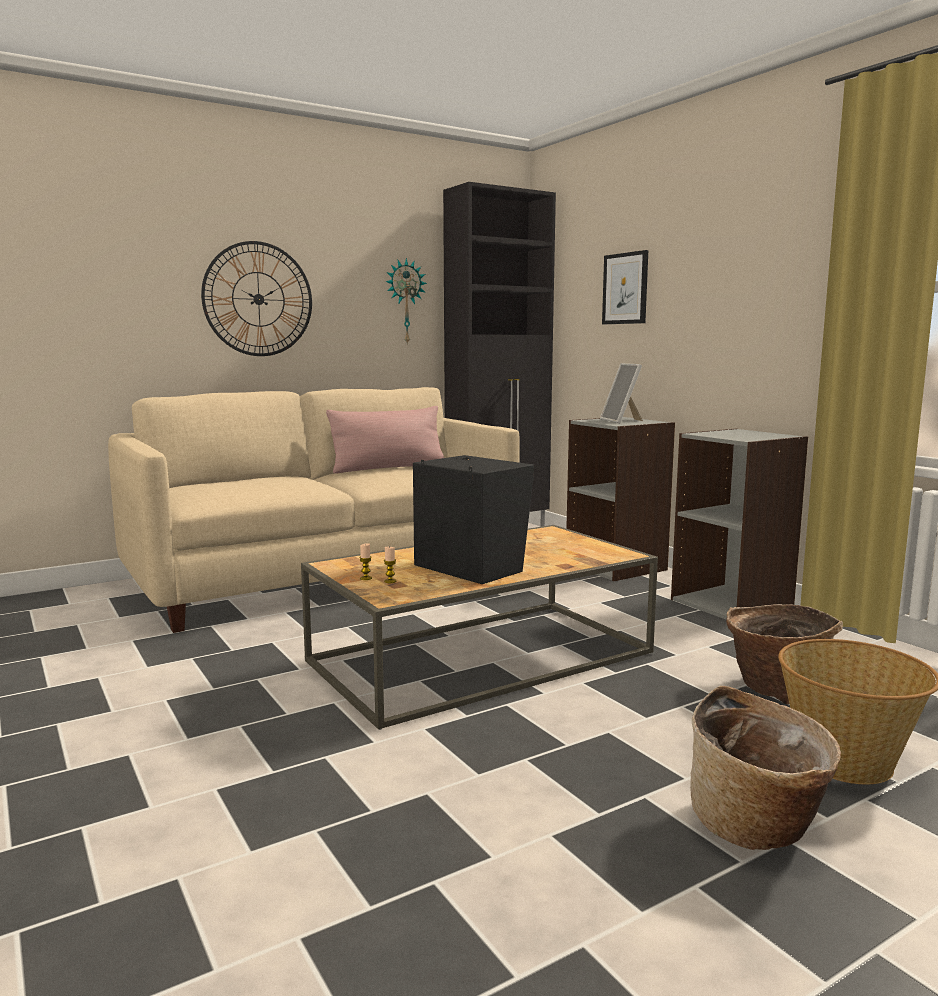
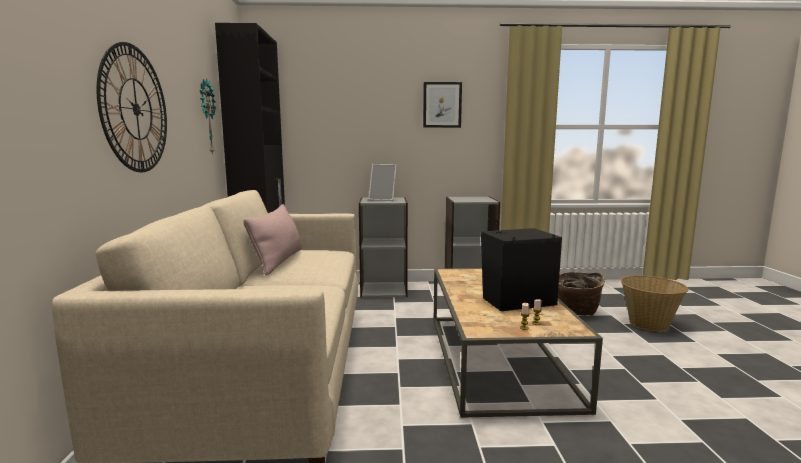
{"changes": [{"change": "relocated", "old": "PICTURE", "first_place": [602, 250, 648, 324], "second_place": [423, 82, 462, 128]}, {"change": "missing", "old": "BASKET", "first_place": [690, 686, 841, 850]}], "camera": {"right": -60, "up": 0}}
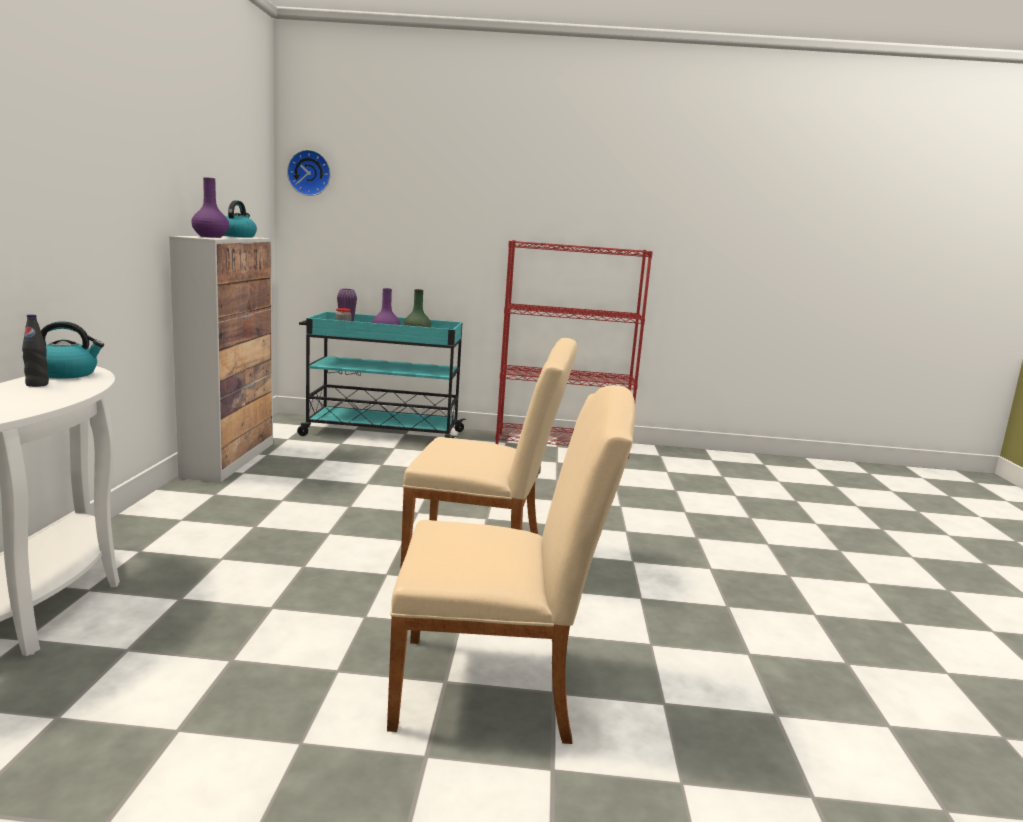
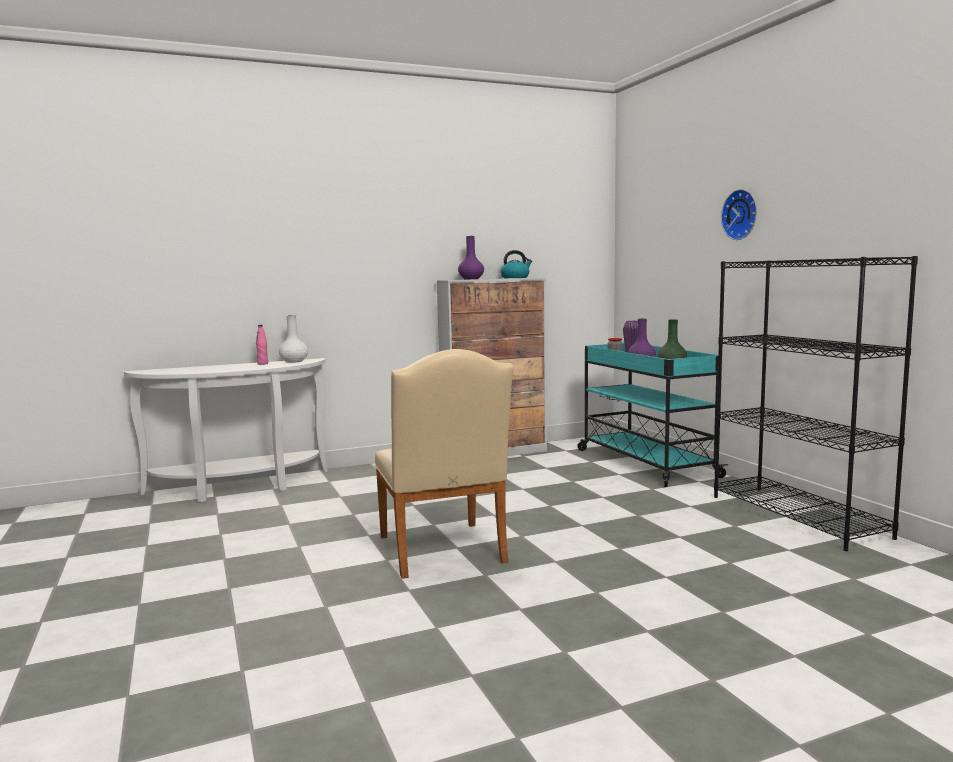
{"changes": [{"change": "relocated", "old": "WALL CLOCK", "first_place": [287, 150, 331, 196], "second_place": [721, 189, 757, 240]}, {"change": "colour", "old": "RED-COLOURED SHELVING UNIT", "new": "BLACK-COLOURED SHELVING UNIT", "first_place": [495, 240, 653, 458], "second_place": [714, 256, 918, 551]}, {"change": "colour", "old": "BLACK-COLOURED DRINK BOTTLE", "new": "PINK DRINK BOTTLE", "first_place": [22, 314, 49, 387], "second_place": [256, 325, 268, 365]}, {"change": "exchanged", "old": "KETTLE", "new": "WHITISH VASE", "first_place": [41, 321, 104, 379], "second_place": [279, 315, 308, 363]}, {"change": "missing", "old": "BEIGE UPRIGHT CHAIR", "first_place": [387, 385, 635, 744]}], "camera": {"right": 65, "up": -5}}
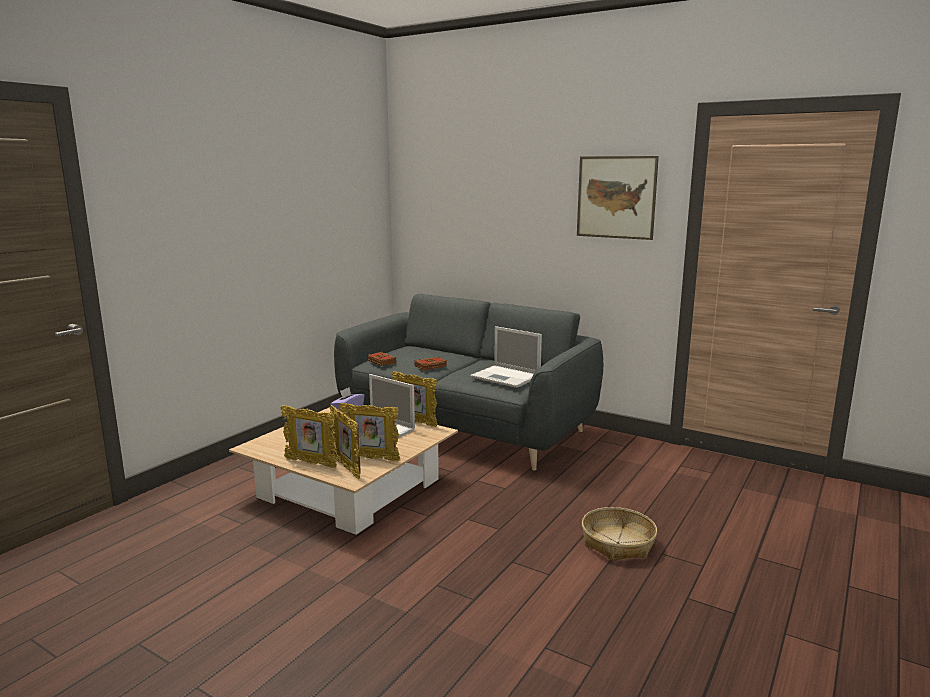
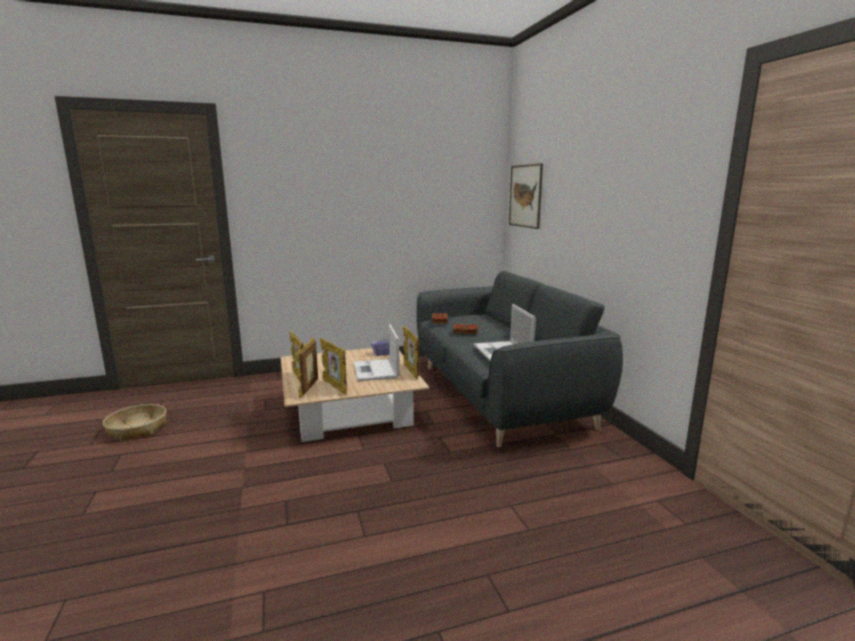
{"changes": [{"change": "relocated", "old": "PICTURE", "first_place": [577, 156, 659, 240], "second_place": [509, 163, 543, 229]}, {"change": "relocated", "old": "BASKET", "first_place": [582, 507, 657, 561], "second_place": [103, 404, 166, 442]}], "camera": {"right": 40, "up": 0}}
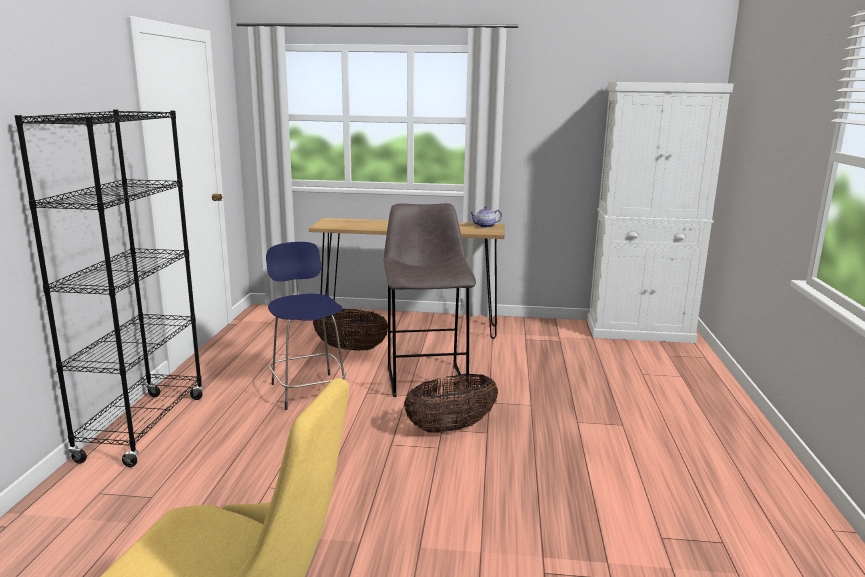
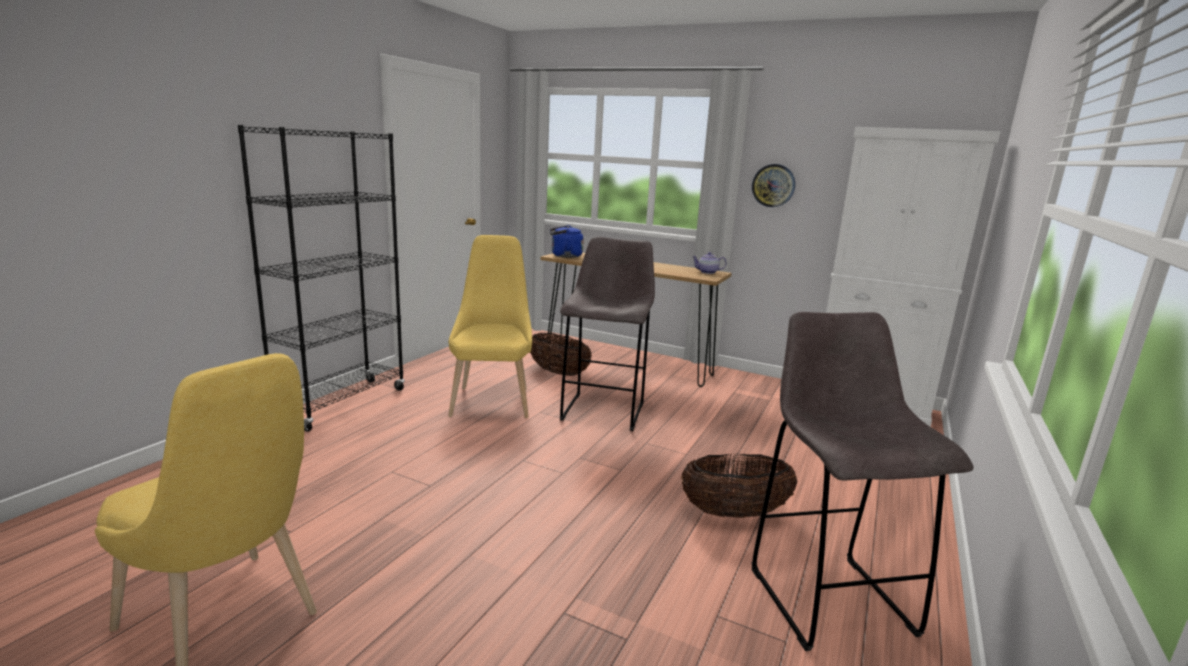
{"changes": [{"change": "exchanged", "old": "BLUISH SITTING STOOL", "new": "YELLOW-COLOURED UPRIGHT CHAIR", "first_place": [266, 242, 346, 410], "second_place": [448, 235, 532, 418]}, {"change": "relocated", "old": "BASKET", "first_place": [404, 374, 498, 433], "second_place": [681, 453, 797, 518]}, {"change": "appeared", "new": "WALL CLOCK", "second_place": [752, 164, 795, 207]}, {"change": "appeared", "new": "BLUISH KETTLE", "second_place": [550, 225, 584, 258]}, {"change": "appeared", "new": "GREYISH SITTING STOOL", "second_place": [752, 312, 974, 651]}], "camera": {"right": 20, "up": 0}}
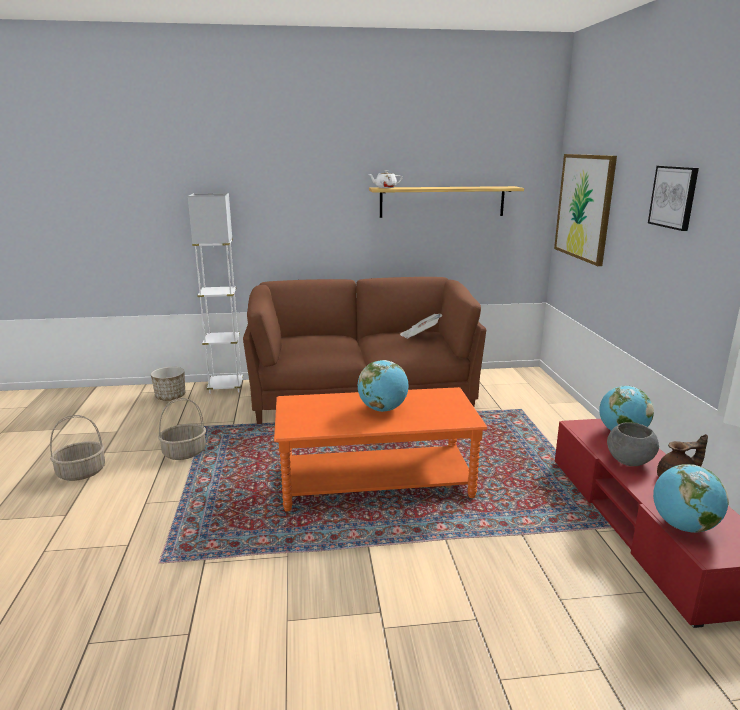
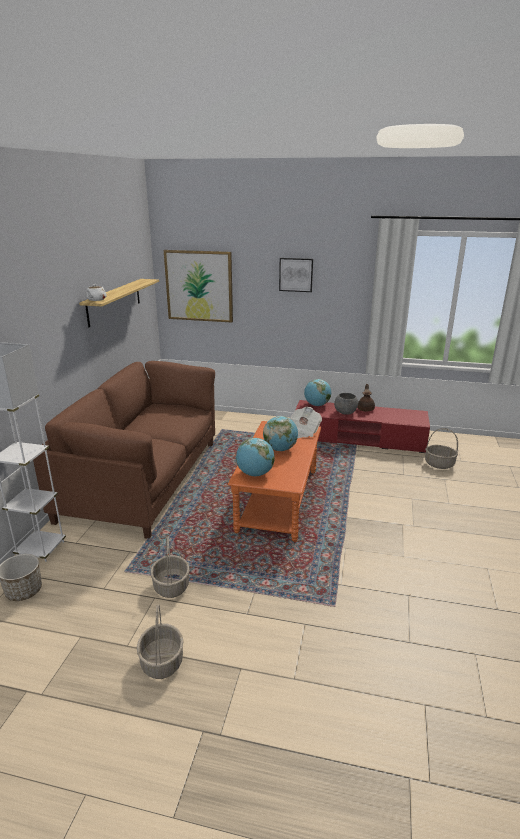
{"changes": [{"change": "relocated", "old": "NEWSPAPER", "first_place": [400, 314, 442, 339], "second_place": [289, 407, 322, 438]}, {"change": "relocated", "old": "GLOBE", "first_place": [653, 464, 729, 533], "second_place": [236, 438, 275, 476]}, {"change": "appeared", "new": "BASKET", "second_place": [425, 428, 458, 469]}], "camera": {"right": -70, "up": 5}}
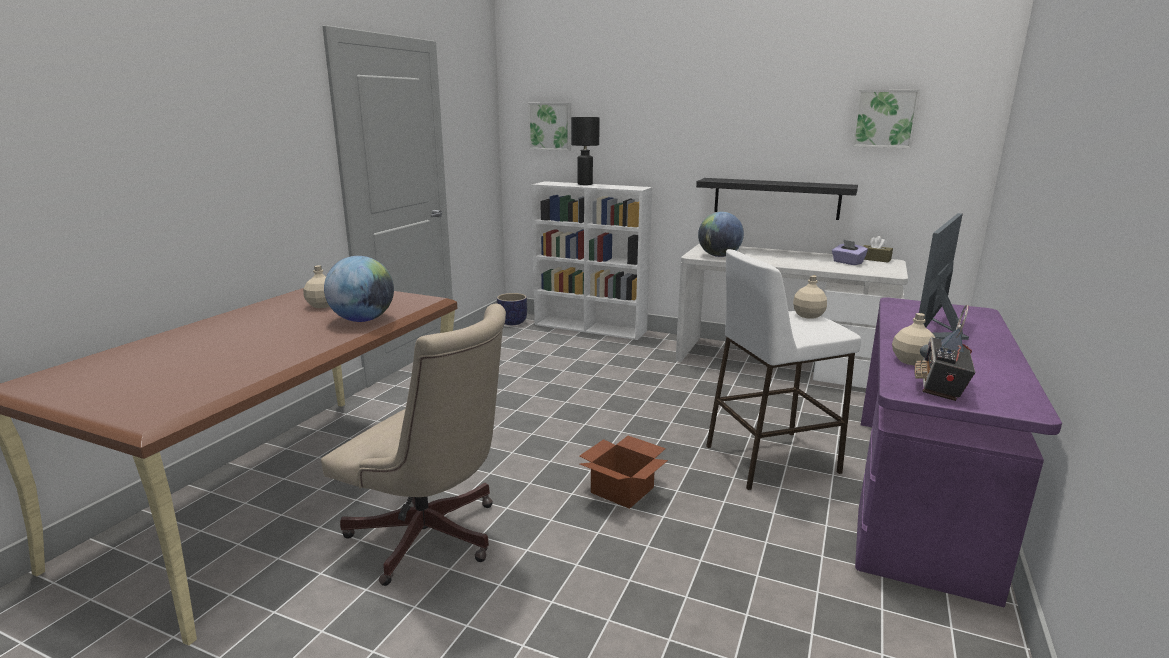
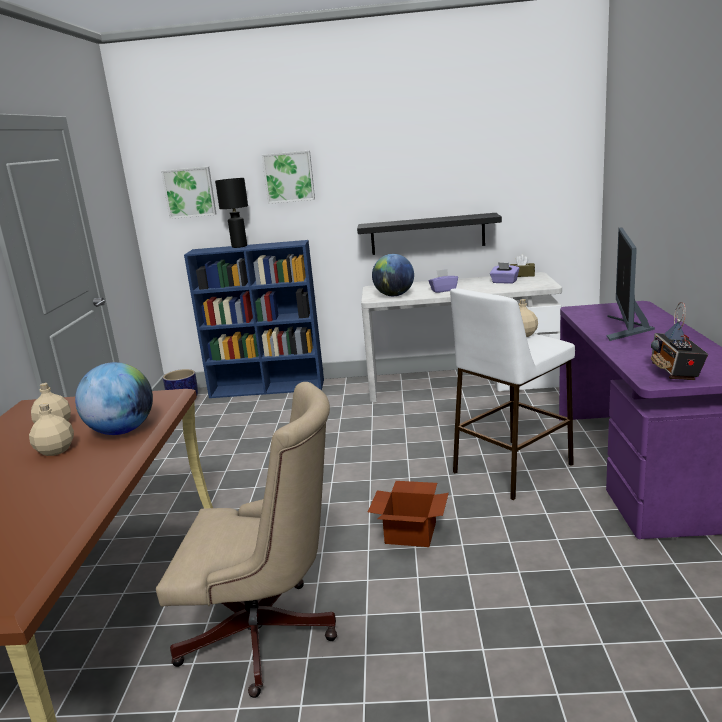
{"changes": [{"change": "relocated", "old": "PICTURE", "first_place": [852, 89, 920, 148], "second_place": [262, 150, 315, 204]}, {"change": "colour", "old": "WHITISH SHELVING UNIT", "new": "BLUISH SHELVING UNIT", "first_place": [532, 181, 652, 340], "second_place": [184, 240, 324, 398]}, {"change": "relocated", "old": "BEIGE DRINK BOTTLE", "first_place": [892, 313, 935, 366], "second_place": [29, 403, 74, 456]}, {"change": "appeared", "new": "PURPLE-COLOURED TISSUE HOLDER", "second_place": [428, 269, 458, 293]}], "camera": {"right": -20, "up": 0}}
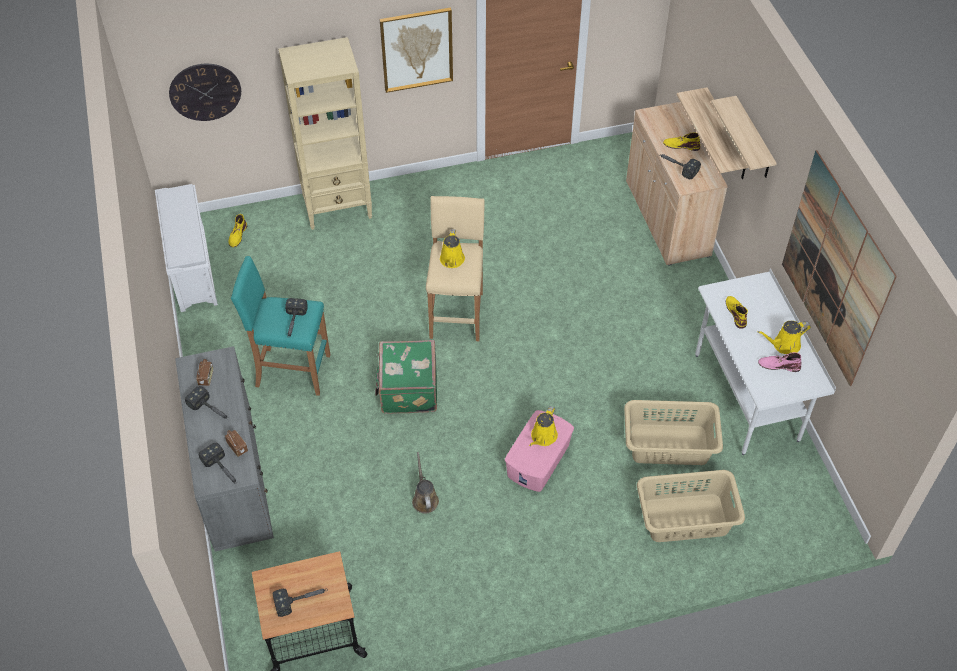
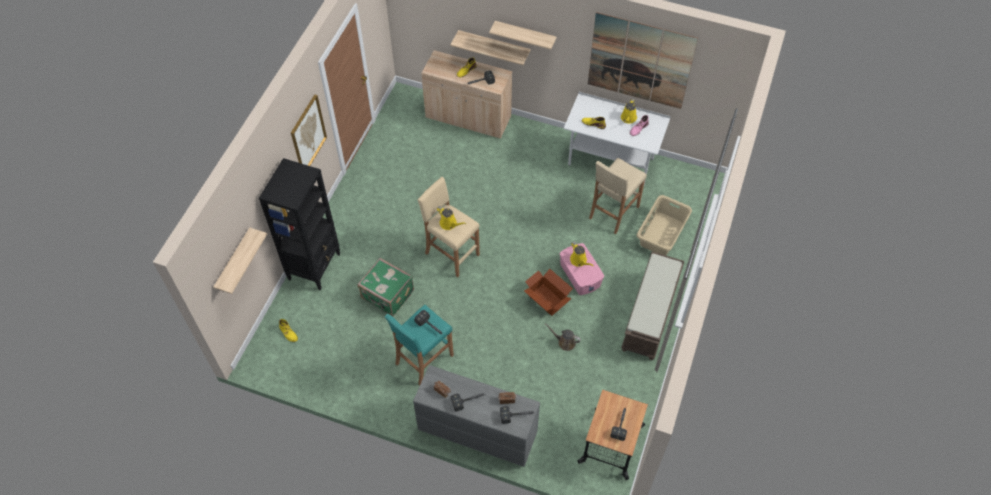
{"changes": [{"change": "colour", "old": "BEIGE SHELVING UNIT", "new": "BLACK-COLOURED SHELVING UNIT", "first_place": [278, 37, 372, 230], "second_place": [259, 158, 340, 291]}, {"change": "exchanged", "old": "WALL CLOCK", "new": "SHELF", "first_place": [169, 64, 241, 121], "second_place": [213, 227, 267, 294]}, {"change": "missing", "old": "WHITISH SHOE SHELF", "first_place": [155, 184, 218, 312]}, {"change": "relocated", "old": "GREEN TRAVEL CASE", "first_place": [375, 340, 437, 414], "second_place": [358, 258, 414, 316]}, {"change": "exchanged", "old": "BEIGE HAMPER", "new": "BEIGE SITTING STOOL", "first_place": [624, 400, 723, 465], "second_place": [589, 158, 647, 234]}, {"change": "appeared", "new": "BROWN-COLOURED BENCH", "second_place": [621, 252, 684, 360]}, {"change": "appeared", "new": "CARTON", "second_place": [524, 269, 573, 316]}], "camera": {"right": -55, "up": 5}}
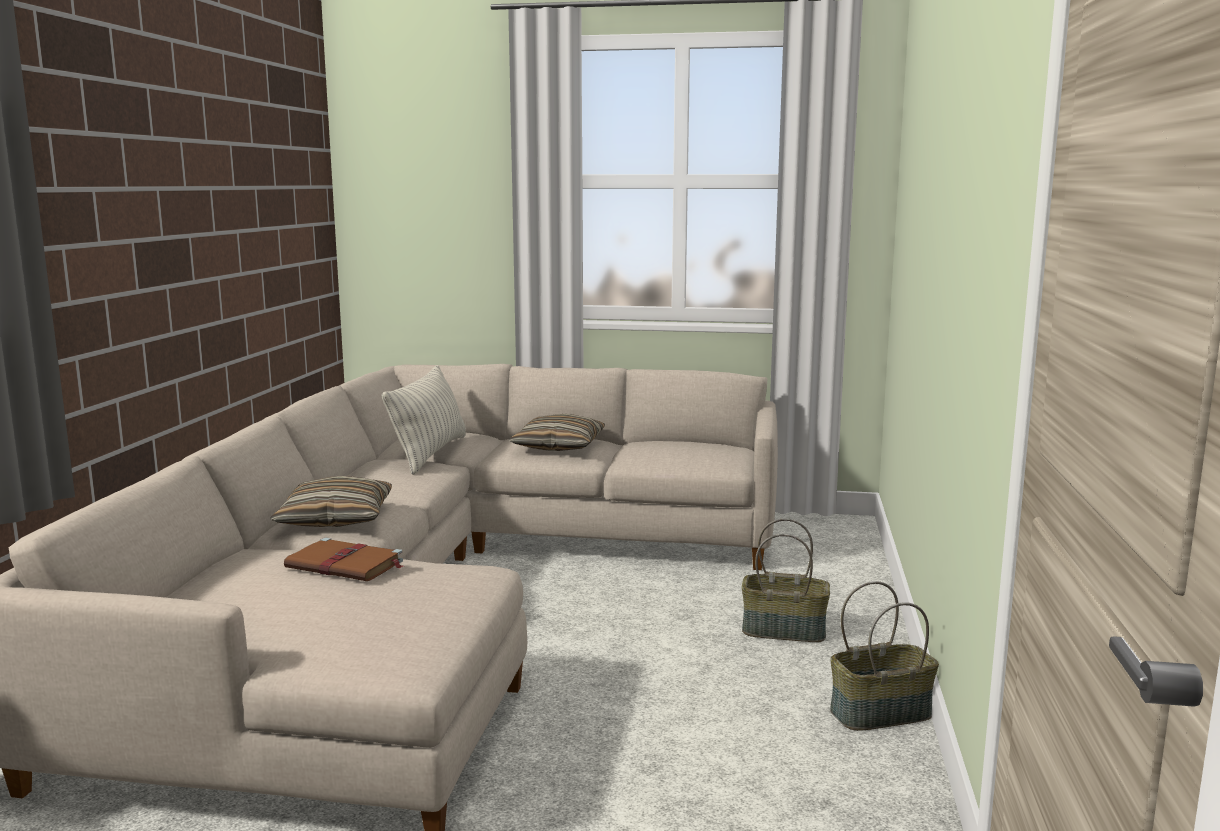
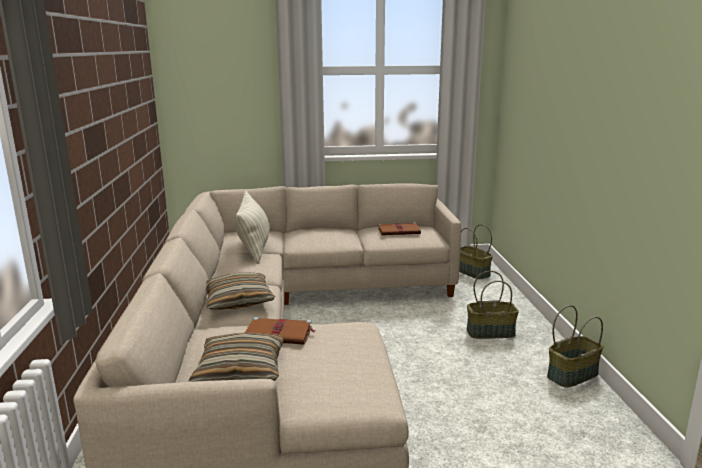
{"changes": [{"change": "relocated", "old": "PILLOW", "first_place": [509, 414, 605, 451], "second_place": [189, 333, 283, 382]}, {"change": "appeared", "new": "BROWN-COLOURED VOLUME", "second_place": [378, 223, 421, 235]}, {"change": "appeared", "new": "BASKET", "second_place": [459, 224, 493, 279]}], "camera": {"right": -15, "up": 5}}
